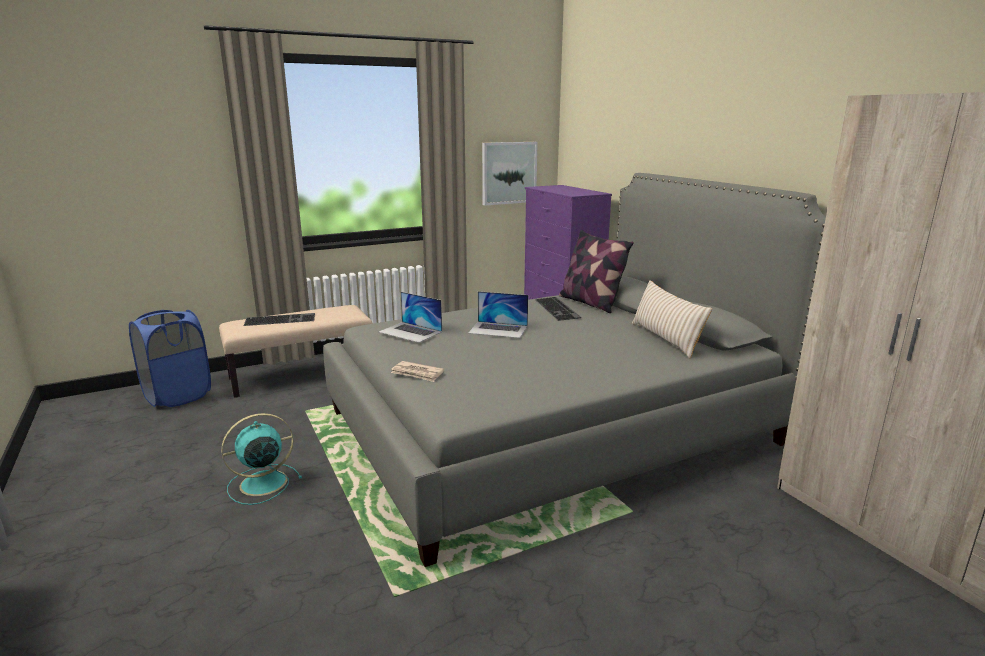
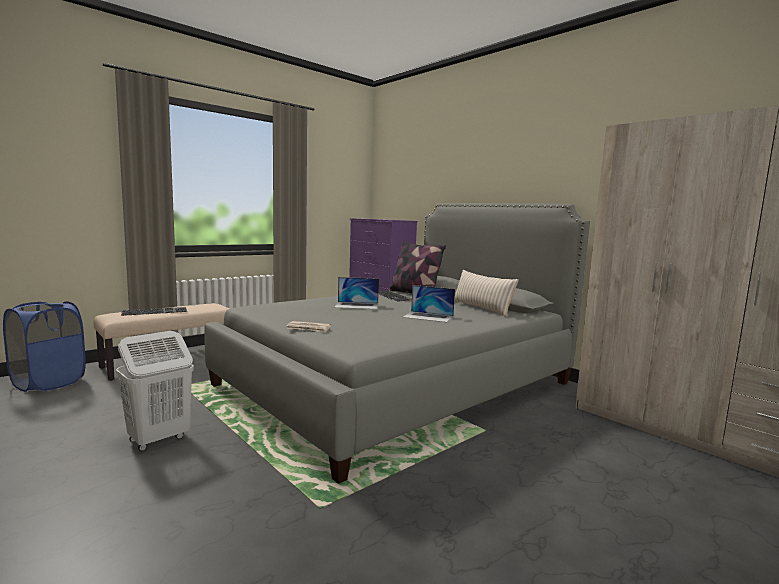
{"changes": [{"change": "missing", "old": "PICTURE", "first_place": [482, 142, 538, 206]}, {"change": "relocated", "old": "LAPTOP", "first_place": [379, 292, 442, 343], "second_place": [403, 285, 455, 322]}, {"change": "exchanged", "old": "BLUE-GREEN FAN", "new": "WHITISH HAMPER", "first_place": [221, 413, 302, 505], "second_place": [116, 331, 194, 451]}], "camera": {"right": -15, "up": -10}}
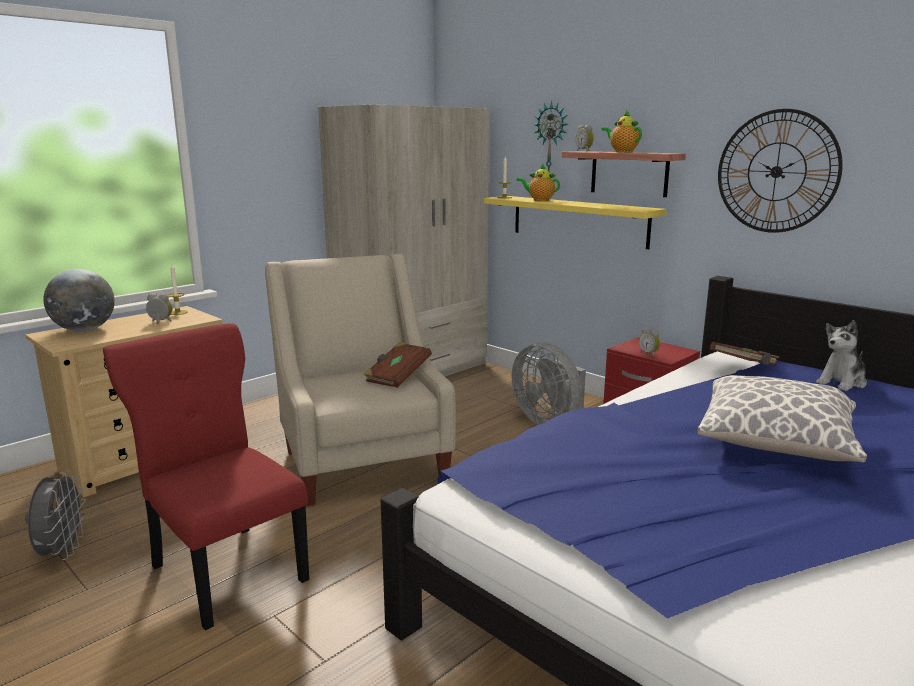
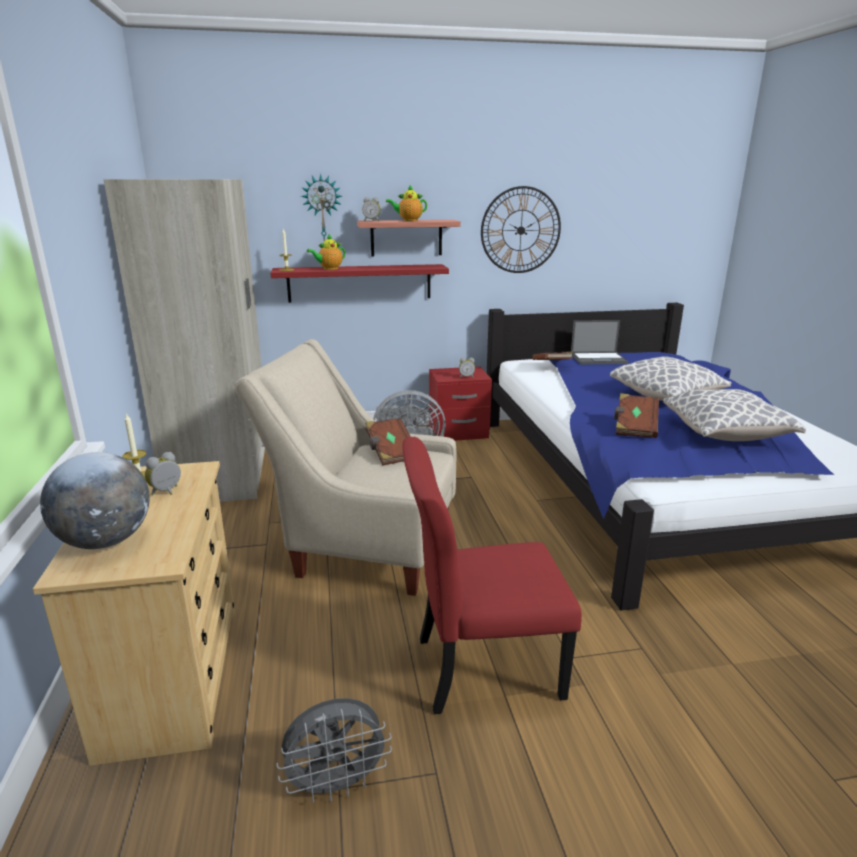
{"changes": [{"change": "colour", "old": "YELLOW-COLOURED SHELF", "new": "RED-COLOURED SHELF", "first_place": [484, 196, 667, 249], "second_place": [271, 264, 449, 303]}, {"change": "exchanged", "old": "CUDDLY TOY", "new": "LAPTOP", "first_place": [816, 320, 867, 391], "second_place": [571, 320, 628, 364]}, {"change": "spun", "old": "GREYISH FAN", "first_place": [25, 470, 87, 560], "second_place": [276, 698, 392, 803], "degrees": 135}, {"change": "appeared", "new": "PILLOW", "second_place": [663, 389, 806, 441]}, {"change": "appeared", "new": "BROWN-COLOURED VOLUME", "second_place": [614, 393, 659, 438]}], "camera": {"right": -55, "up": 5}}
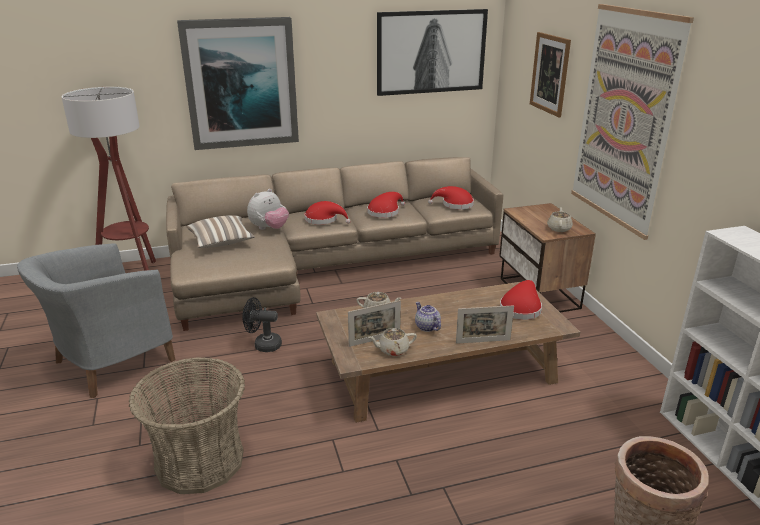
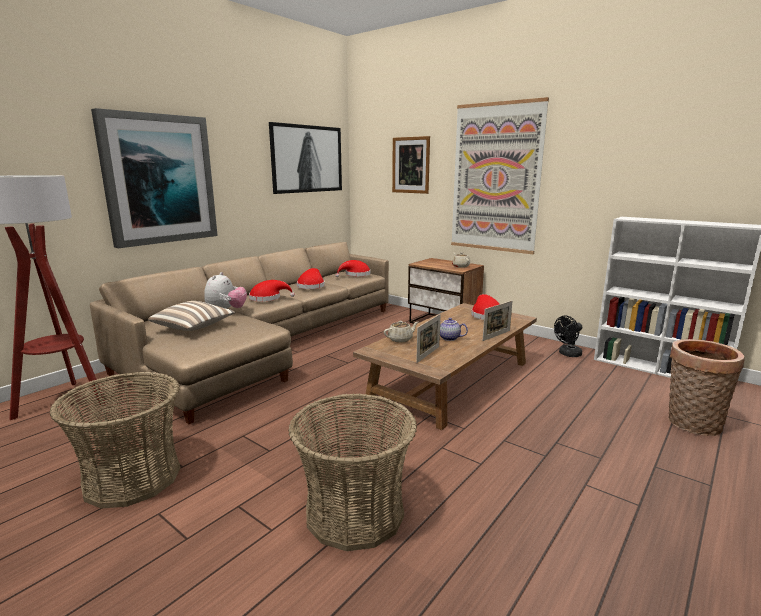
{"changes": [{"change": "exchanged", "old": "GREYISH EASY CHAIR", "new": "BASKET", "first_place": [17, 243, 176, 398], "second_place": [50, 372, 180, 509]}, {"change": "relocated", "old": "BLACK-COLOURED FAN", "first_place": [242, 297, 282, 352], "second_place": [554, 316, 582, 357]}, {"change": "missing", "old": "BEIGE POT FOR TEA", "first_place": [368, 328, 417, 356]}], "camera": {"right": -35, "up": -10}}
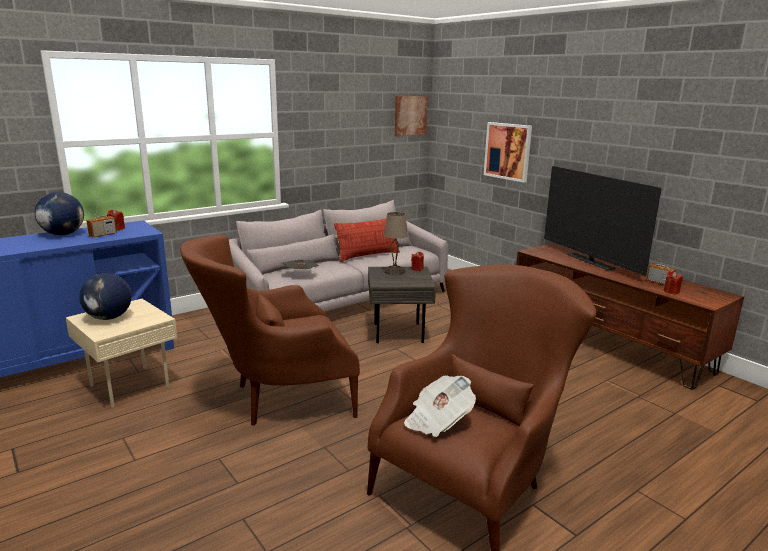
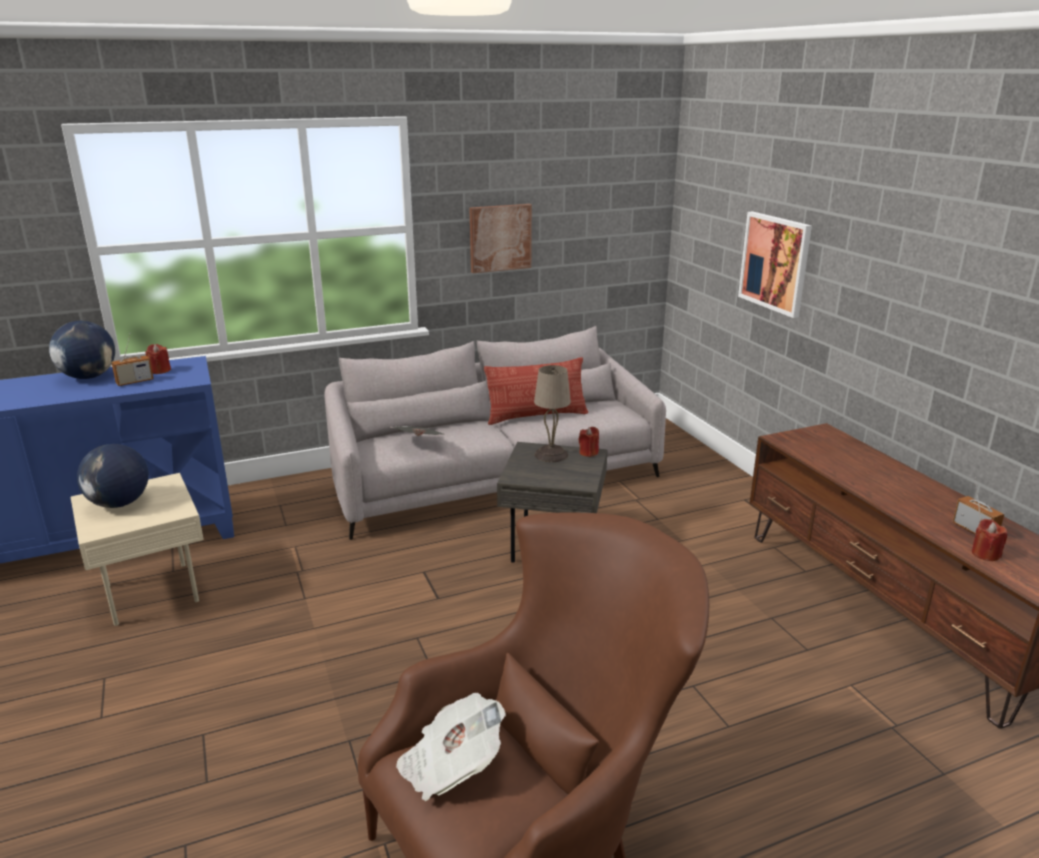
{"changes": [{"change": "relocated", "old": "PICTURE", "first_place": [395, 96, 428, 136], "second_place": [469, 204, 532, 273]}, {"change": "missing", "old": "TV SET", "first_place": [544, 166, 661, 276]}, {"change": "missing", "old": "BROWN-COLOURED EASY CHAIR", "first_place": [180, 235, 360, 426]}], "camera": {"right": 15, "up": 5}}
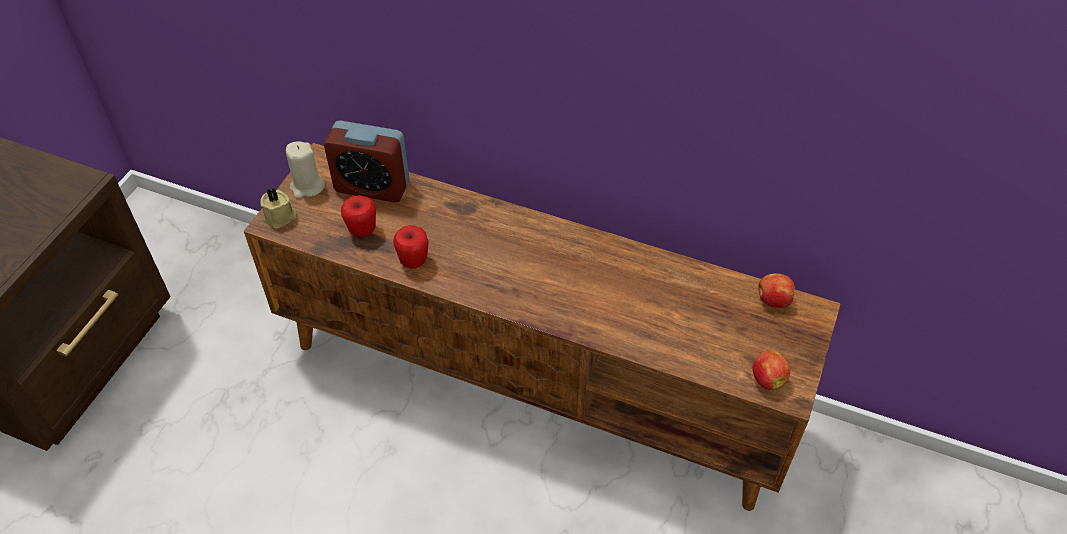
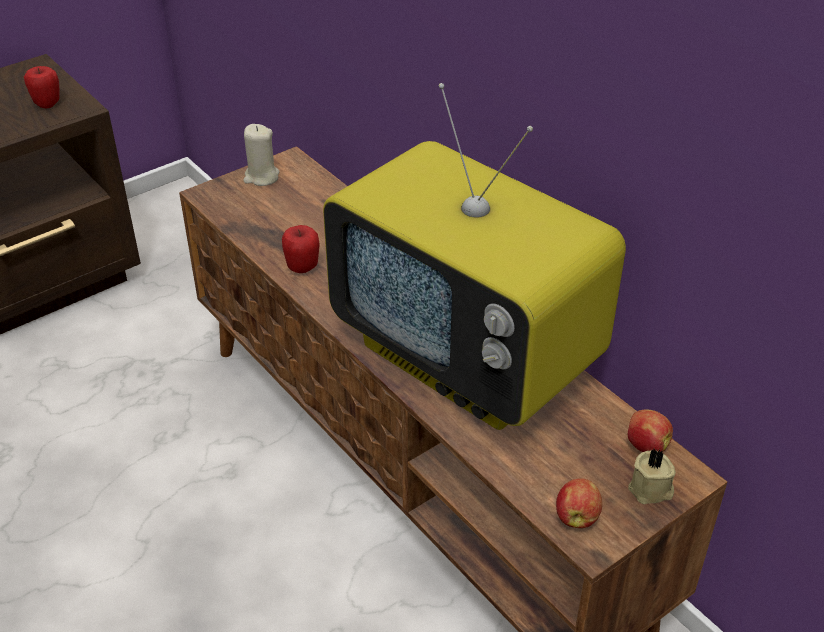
{"changes": [{"change": "missing", "old": "BEDSIDE CLOCK", "first_place": [324, 120, 410, 203]}, {"change": "relocated", "old": "BEIGE WAX LIGHT", "first_place": [261, 188, 296, 229], "second_place": [628, 449, 676, 504]}, {"change": "relocated", "old": "APPLE", "first_place": [341, 195, 376, 237], "second_place": [24, 66, 60, 109]}, {"change": "appeared", "new": "TV SET", "second_place": [323, 83, 626, 430]}], "camera": {"right": 30, "up": -10}}
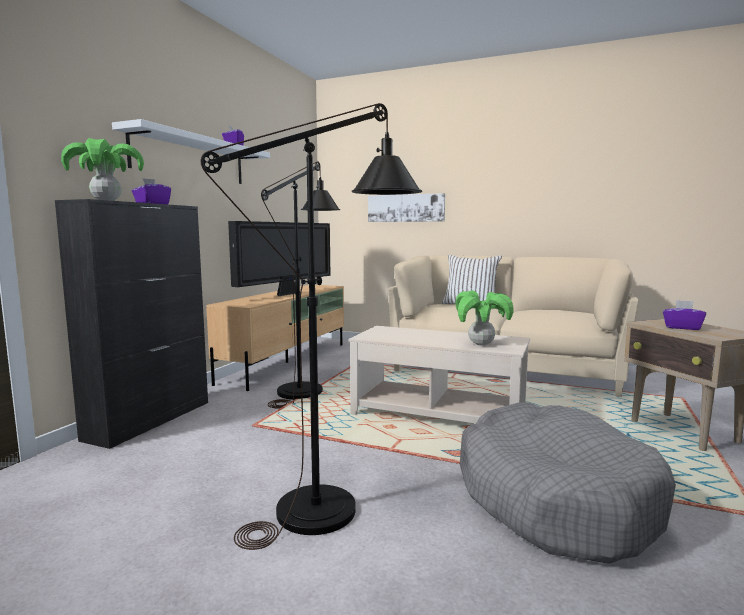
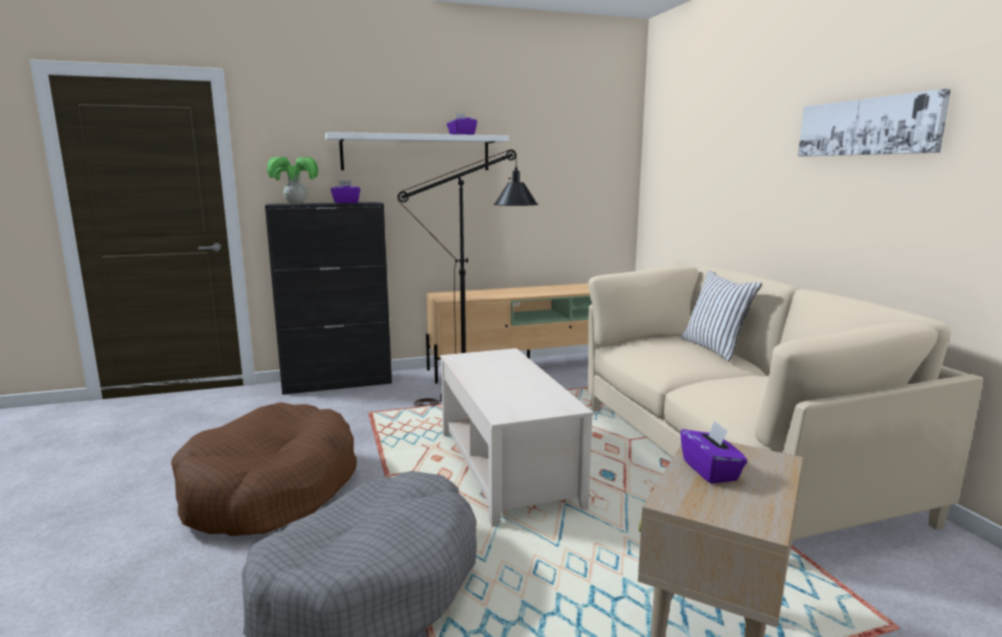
{"changes": [{"change": "exchanged", "old": "BLACK-COLOURED STANDARD LAMP", "new": "BROWN-COLOURED DOG BED", "first_place": [201, 103, 422, 550], "second_place": [171, 402, 357, 536]}, {"change": "relocated", "old": "PICTURE", "first_place": [368, 193, 445, 222], "second_place": [798, 89, 951, 156]}, {"change": "missing", "old": "TV SET", "first_place": [228, 221, 330, 296]}, {"change": "missing", "old": "HOUSEPLANT", "first_place": [455, 291, 514, 346]}], "camera": {"right": 50, "up": 5}}
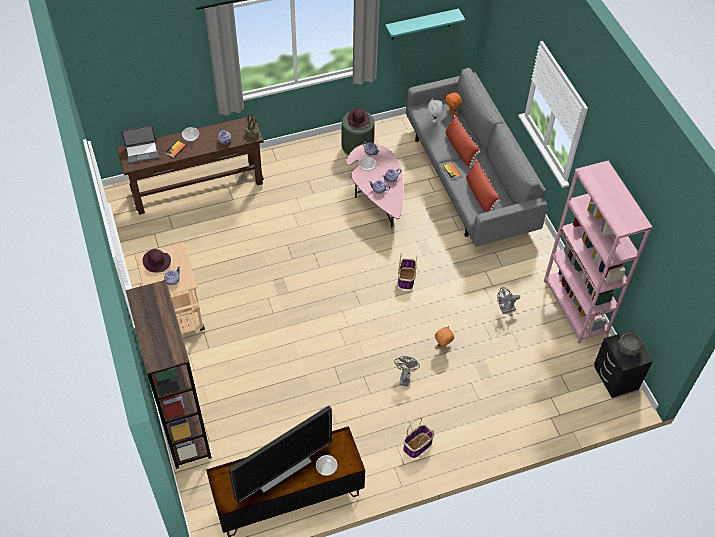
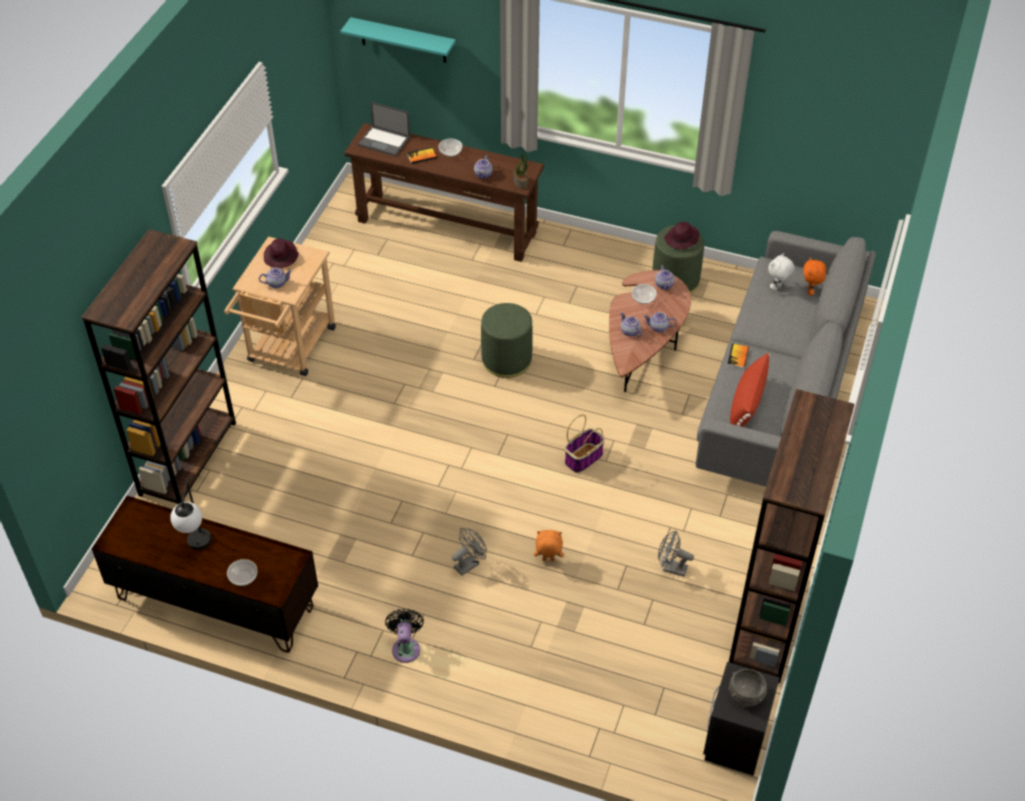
{"changes": [{"change": "relocated", "old": "BLUE-GREEN SHELF", "first_place": [385, 9, 465, 39], "second_place": [340, 17, 456, 63]}, {"change": "missing", "old": "RED-COLOURED PILLOW", "first_place": [445, 115, 480, 168]}, {"change": "colour", "old": "PINK COFFEE TABLE", "new": "BROWN-COLOURED COFFEE TABLE", "first_place": [346, 144, 404, 228], "second_place": [609, 270, 691, 392]}, {"change": "colour", "old": "PINK SHELVING UNIT", "new": "BROWN-COLOURED SHELVING UNIT", "first_place": [544, 160, 652, 344], "second_place": [729, 389, 855, 683]}, {"change": "exchanged", "old": "TV SET", "new": "TABLE LAMP", "first_place": [228, 406, 332, 503], "second_place": [170, 476, 212, 550]}, {"change": "exchanged", "old": "BASKET", "new": "BLACK-COLOURED FAN", "first_place": [403, 418, 434, 458], "second_place": [385, 609, 424, 663]}, {"change": "appeared", "new": "GREEN FOOTREST", "second_place": [481, 303, 533, 378]}], "camera": {"right": 40, "up": -5}}
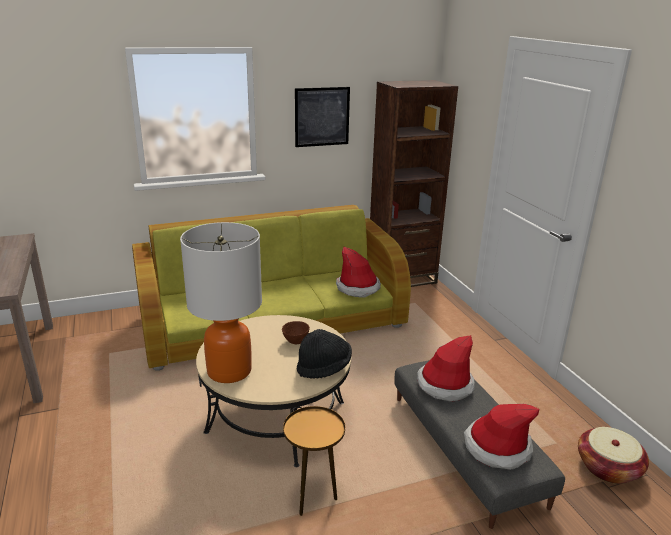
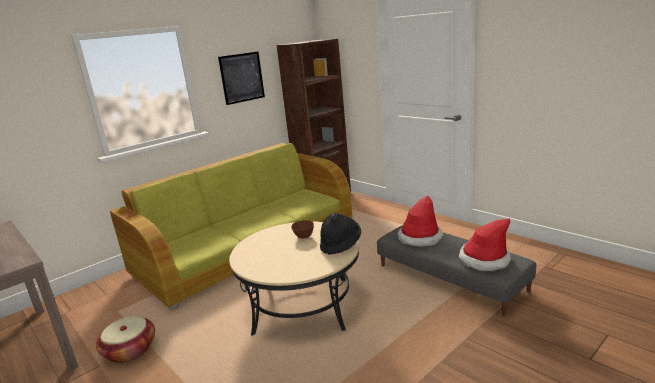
{"changes": [{"change": "missing", "old": "TABLE LAMP", "first_place": [180, 222, 262, 383]}, {"change": "missing", "old": "HAT", "first_place": [336, 247, 381, 297]}, {"change": "missing", "old": "BROWN-COLOURED SIDE TABLE", "first_place": [283, 406, 345, 516]}, {"change": "relocated", "old": "BASKET", "first_place": [578, 427, 649, 484], "second_place": [96, 316, 155, 363]}], "camera": {"right": -20, "up": -5}}
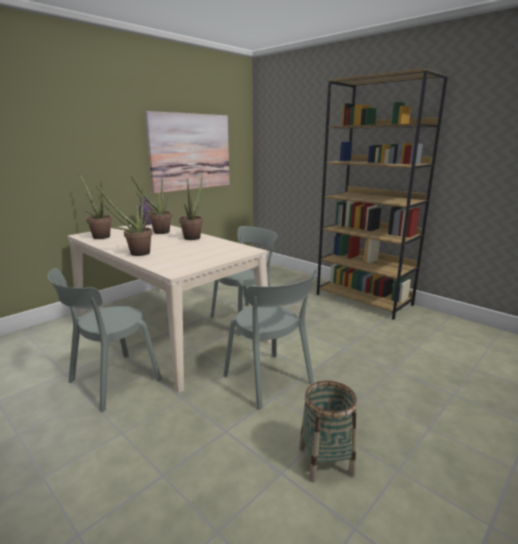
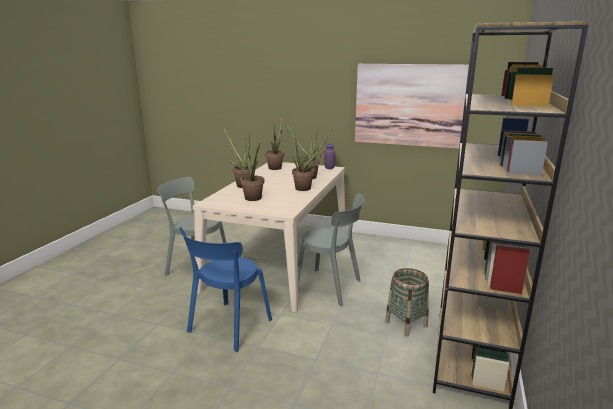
{"changes": [{"change": "colour", "old": "GREYISH UPRIGHT CHAIR", "new": "BLUISH UPRIGHT CHAIR", "first_place": [223, 269, 318, 410], "second_place": [179, 227, 272, 352]}, {"change": "relocated", "old": "BASKET", "first_place": [299, 380, 357, 483], "second_place": [385, 268, 429, 337]}, {"change": "appeared", "new": "HOUSEPLANT", "second_place": [240, 140, 264, 201]}], "camera": {"right": 65, "up": 0}}
